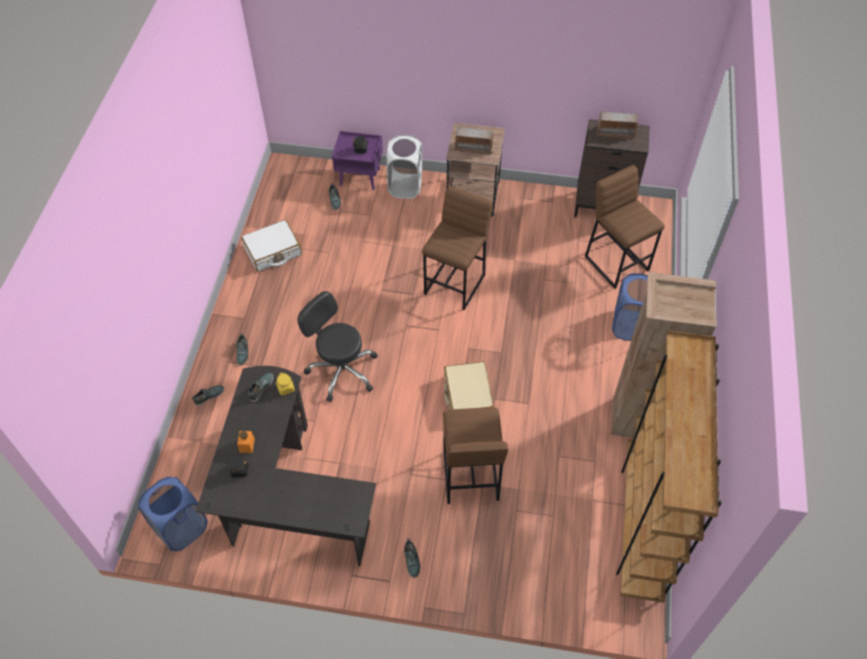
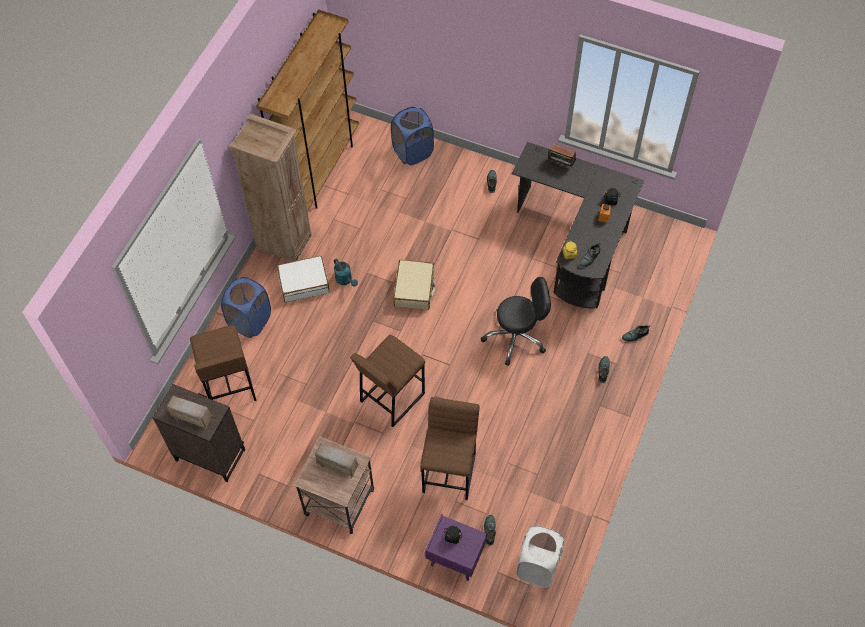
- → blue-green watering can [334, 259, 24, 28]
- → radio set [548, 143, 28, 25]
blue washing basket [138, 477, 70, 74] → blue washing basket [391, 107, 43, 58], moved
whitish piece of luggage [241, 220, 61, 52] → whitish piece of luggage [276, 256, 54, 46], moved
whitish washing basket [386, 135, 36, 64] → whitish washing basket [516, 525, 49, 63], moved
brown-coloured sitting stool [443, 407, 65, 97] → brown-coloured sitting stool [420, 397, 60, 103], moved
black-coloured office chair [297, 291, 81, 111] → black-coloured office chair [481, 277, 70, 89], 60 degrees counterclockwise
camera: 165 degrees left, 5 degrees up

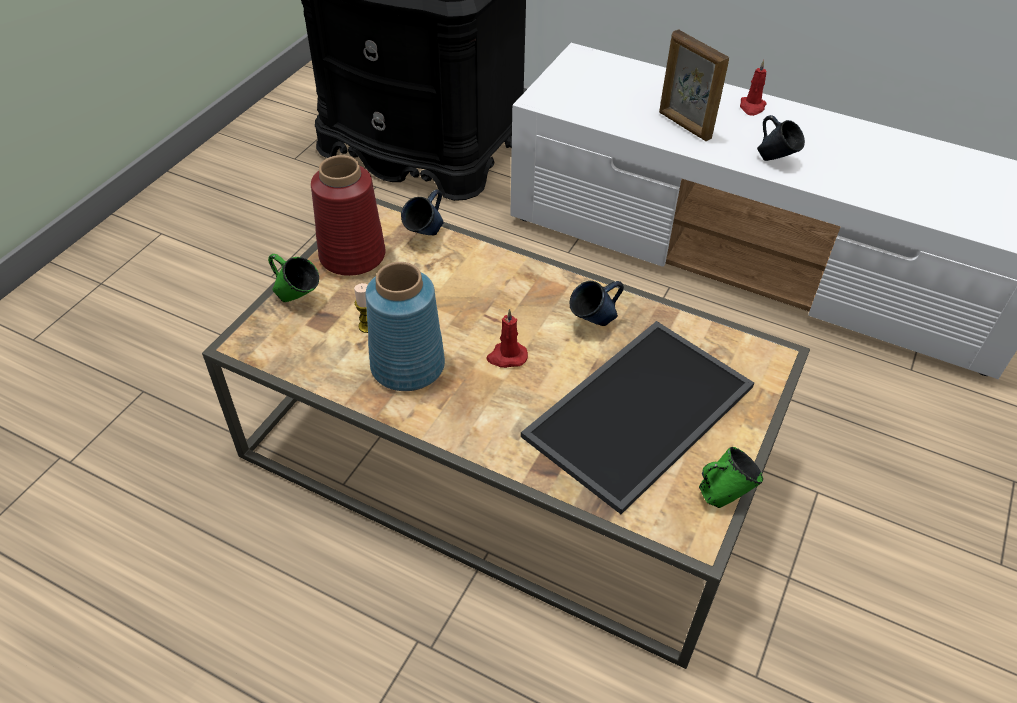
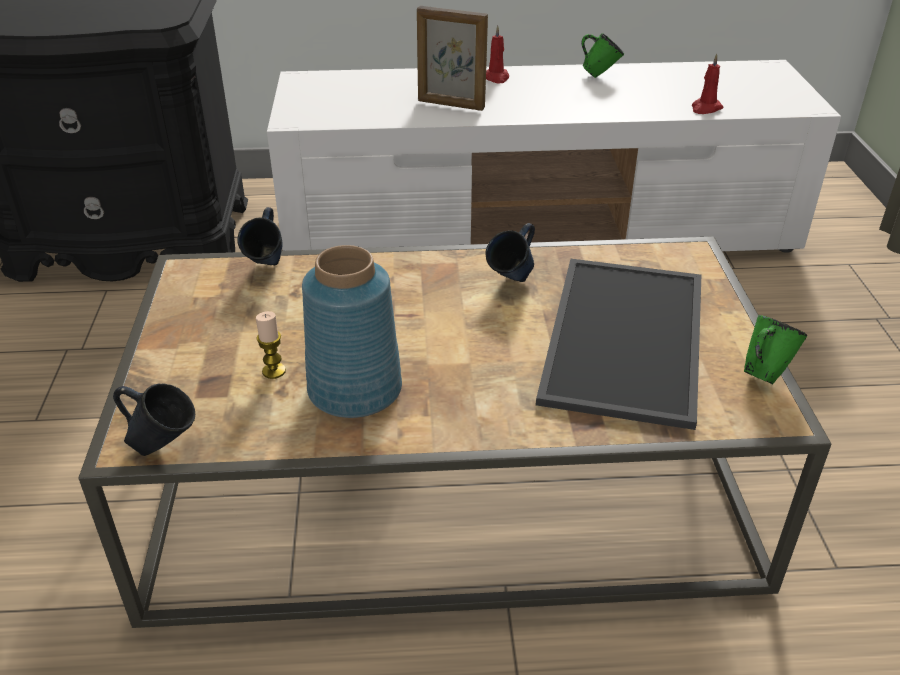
red decorative vase [311, 155, 75, 121] → -
greenish coffee mug [268, 254, 51, 48] → greenish coffee mug [581, 33, 43, 45], moved
red wax light [487, 309, 41, 59] → red wax light [692, 53, 32, 61], moved
blue coffee mug [757, 115, 48, 46] → blue coffee mug [113, 384, 82, 72], moved
camera: 30 degrees left, 10 degrees down

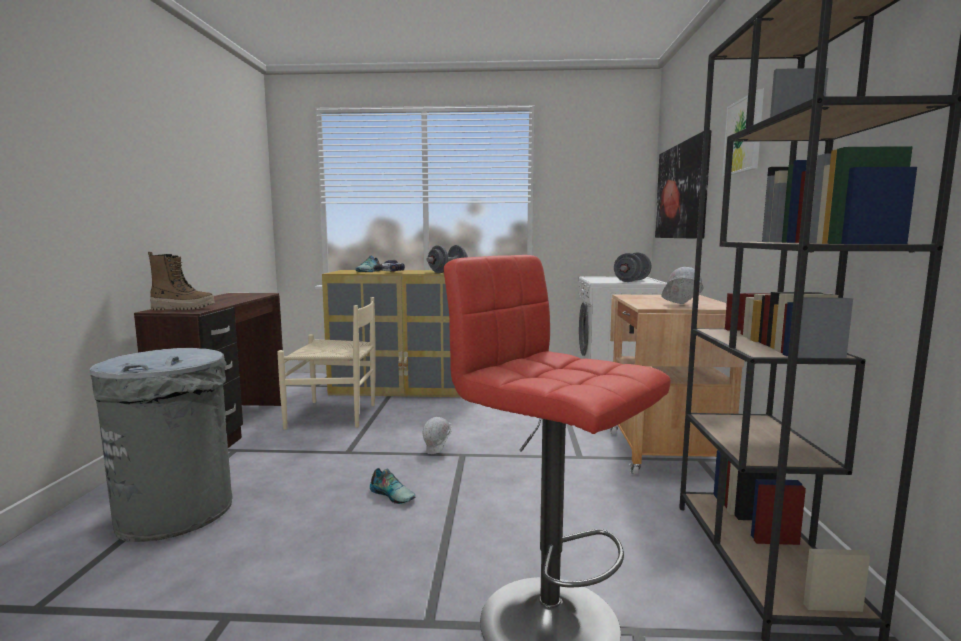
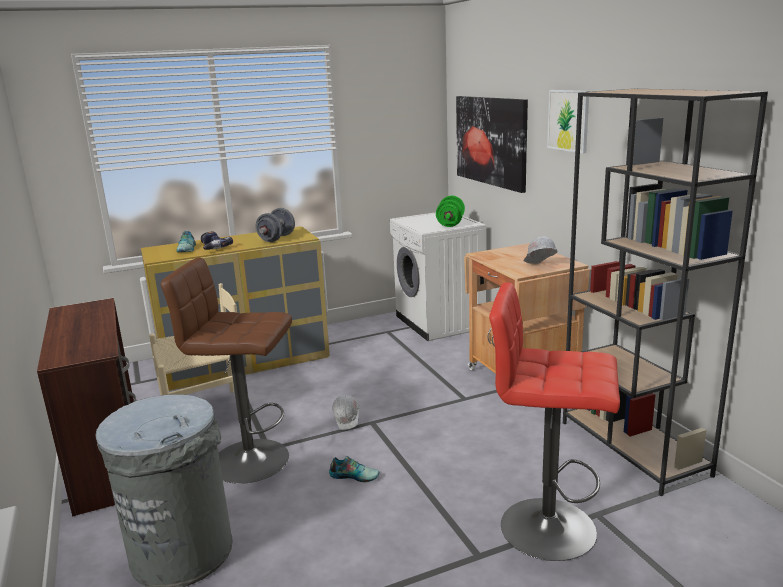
high-top boot [148, 252, 67, 58] → -
- → brown-coloured sitting stool [161, 258, 131, 226]
greyish free weight [614, 252, 38, 30] → greenish free weight [436, 195, 29, 32]
camera: 25 degrees left, 10 degrees up

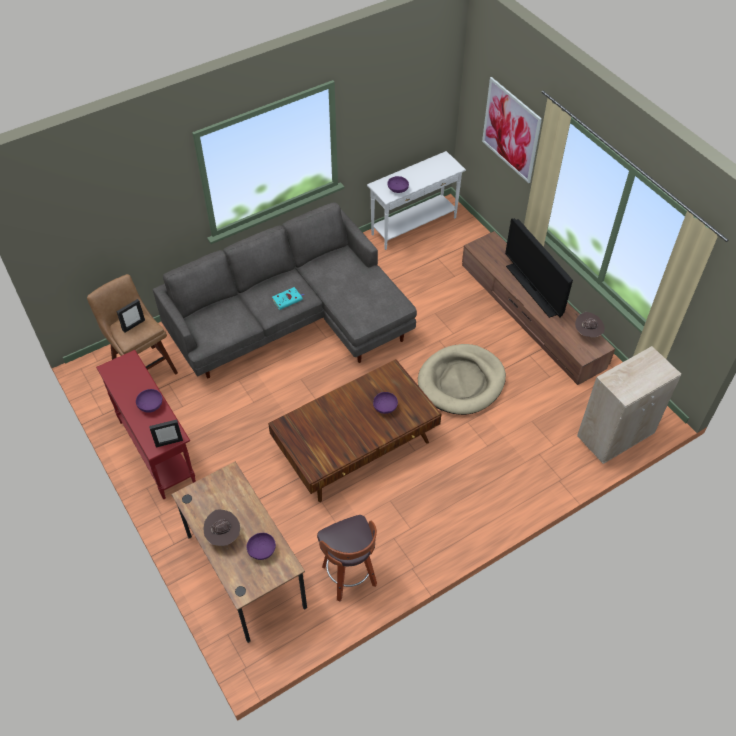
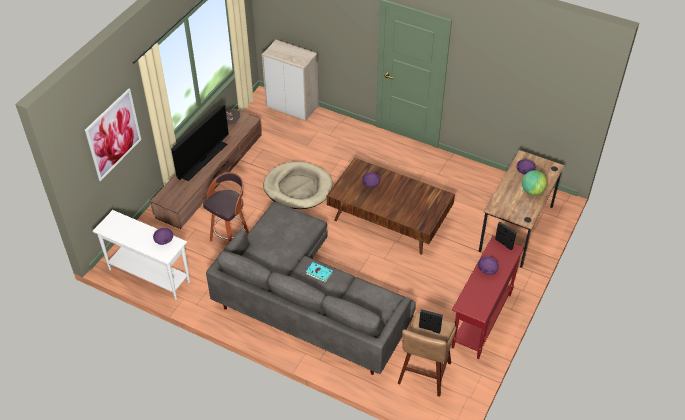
sitting stool [317, 515, 60, 87] → sitting stool [203, 172, 46, 72], moved
brown-coloured wearable hat [203, 510, 37, 36] → desk globe [522, 170, 25, 25]
camera: 120 degrees left, 5 degrees down

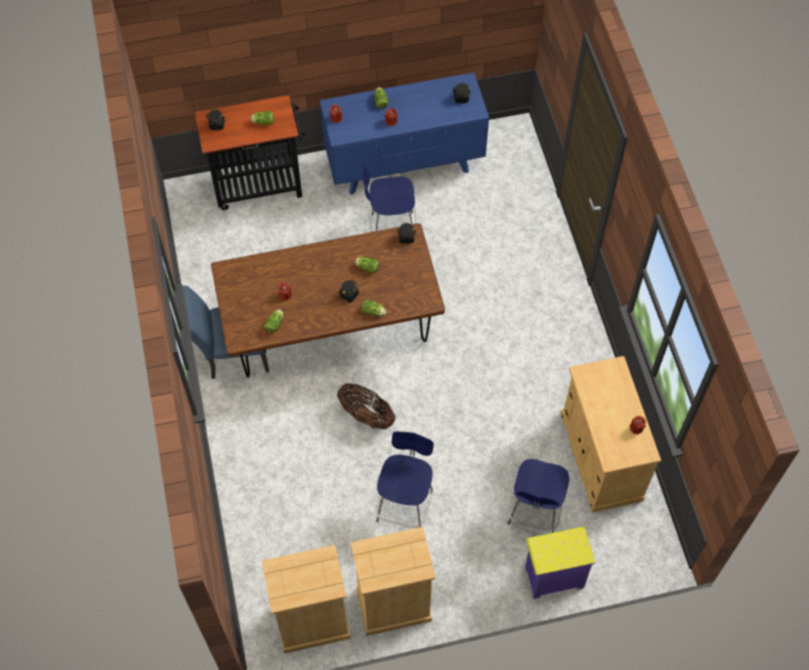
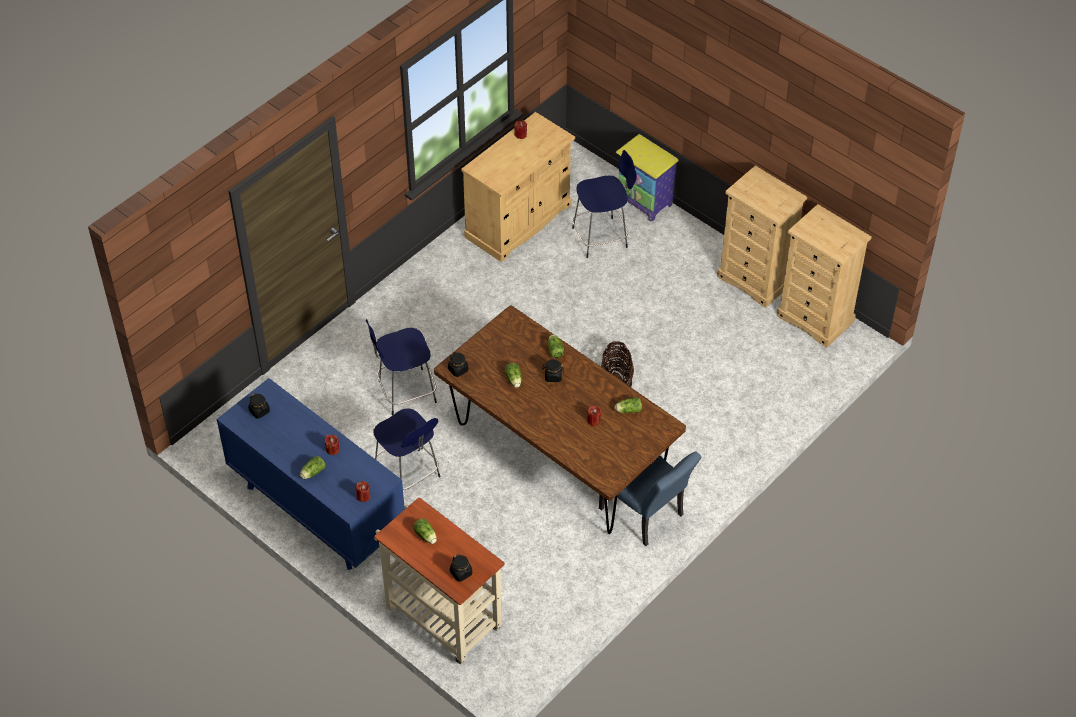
blue sitting stool [376, 431, 58, 97] → blue sitting stool [366, 319, 71, 96], moved
black-coloured cart [195, 95, 110, 115] → sand-coloured cart [374, 498, 131, 166]
camera: 125 degrees left, 10 degrees down

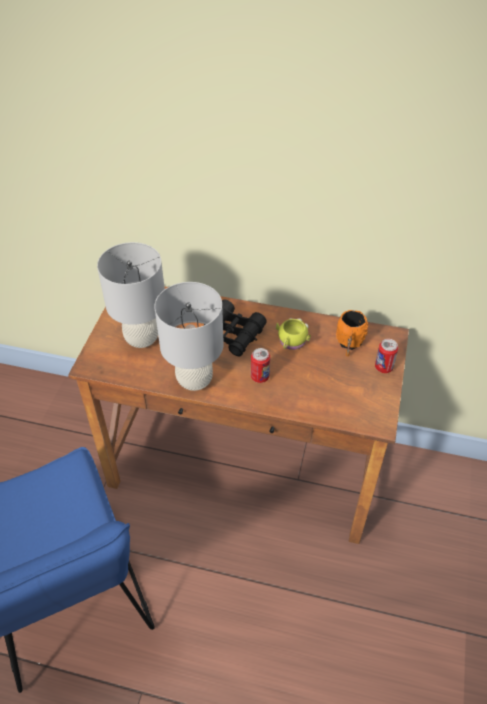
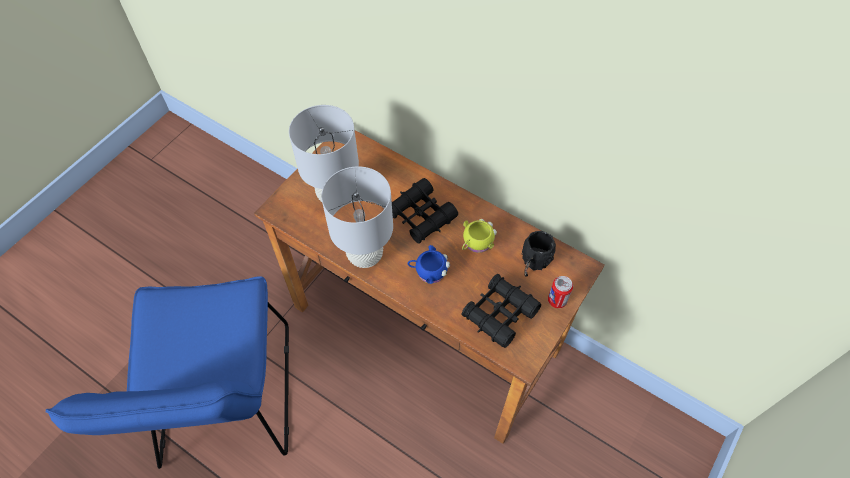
- → black-coloured field glasses [461, 274, 80, 74]
can [251, 348, 19, 35] → blue coffee mug [408, 245, 42, 39]
orangey coffee mug [336, 310, 32, 47] → black-coloured coffee mug [522, 231, 34, 46]
camera: 20 degrees right, 10 degrees up

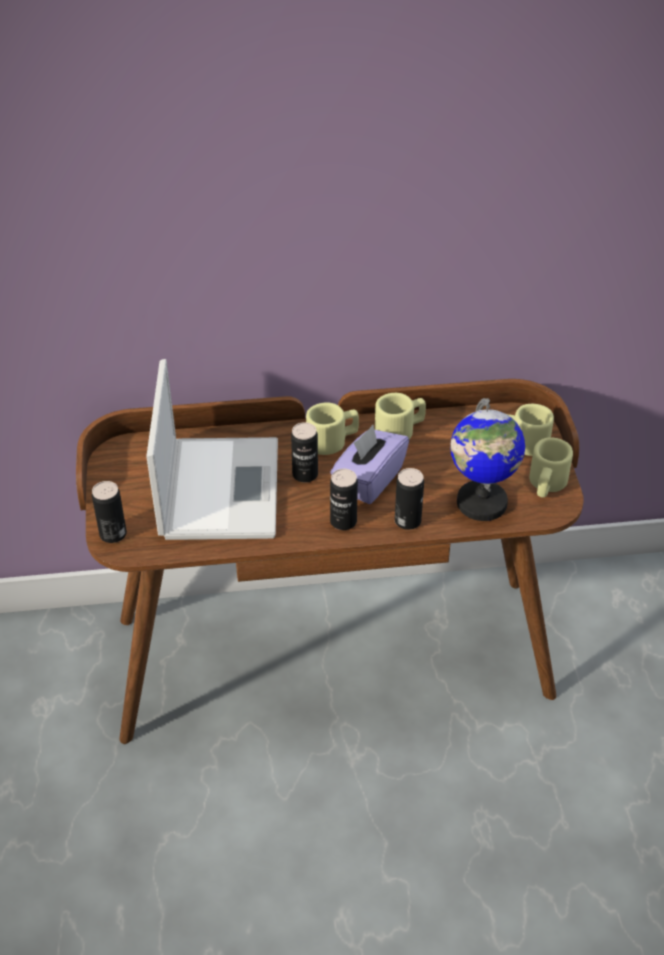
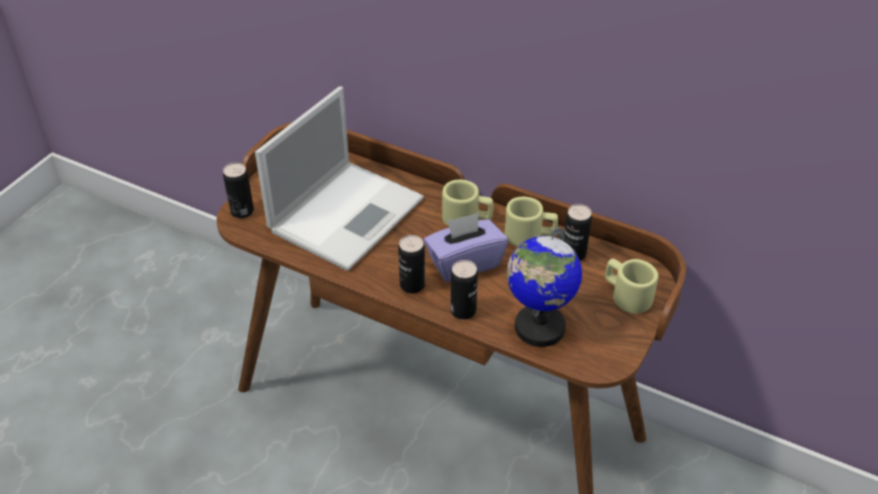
sand-coloured coffee mug [529, 437, 44, 60] → -
can [291, 422, 27, 60] → can [564, 204, 28, 57], moved
camera: 35 degrees right, 0 degrees up

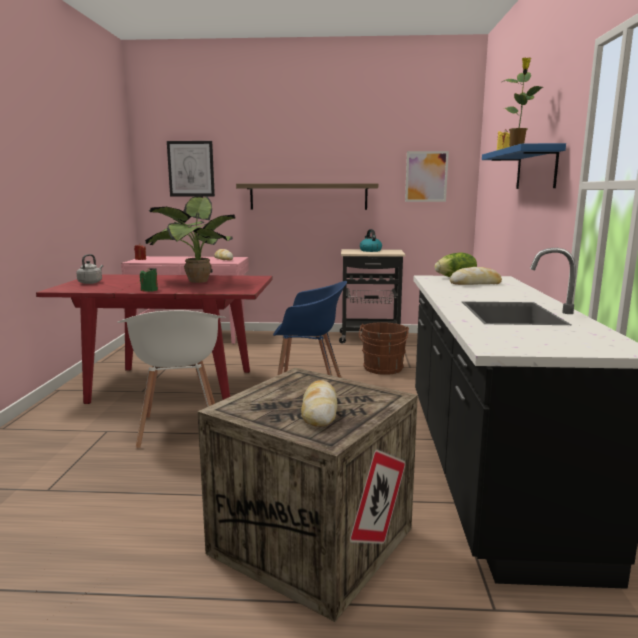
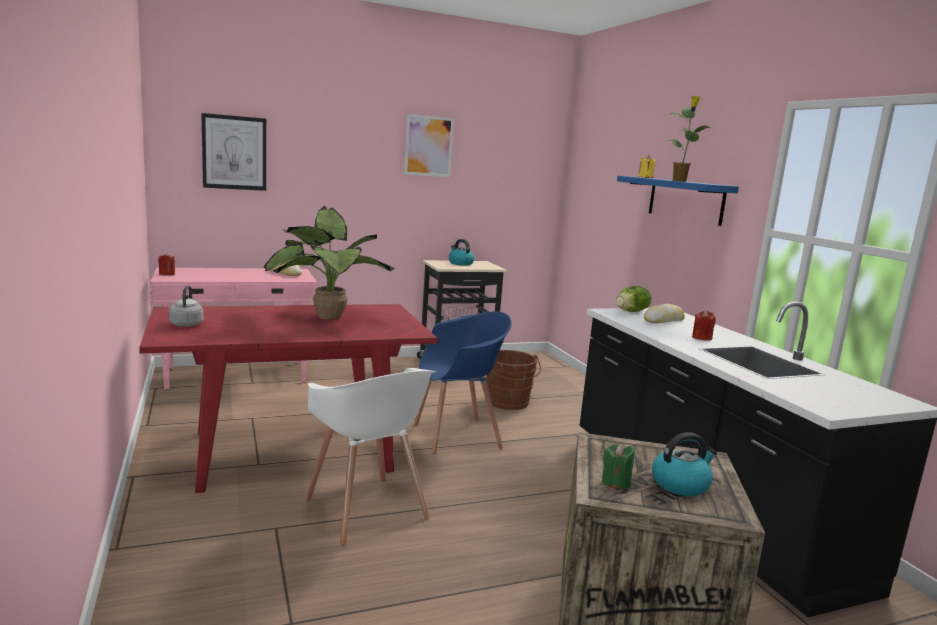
shelf [236, 183, 142, 27] → -
- → red wax light [692, 310, 24, 31]
greenish wax light [140, 268, 18, 24] → greenish wax light [602, 443, 32, 46], moved
picture [405, 151, 44, 51] → picture [404, 114, 50, 63], moved
bakery bread [301, 380, 36, 47] → tea kettle [652, 432, 65, 64]
camera: 25 degrees left, 0 degrees up

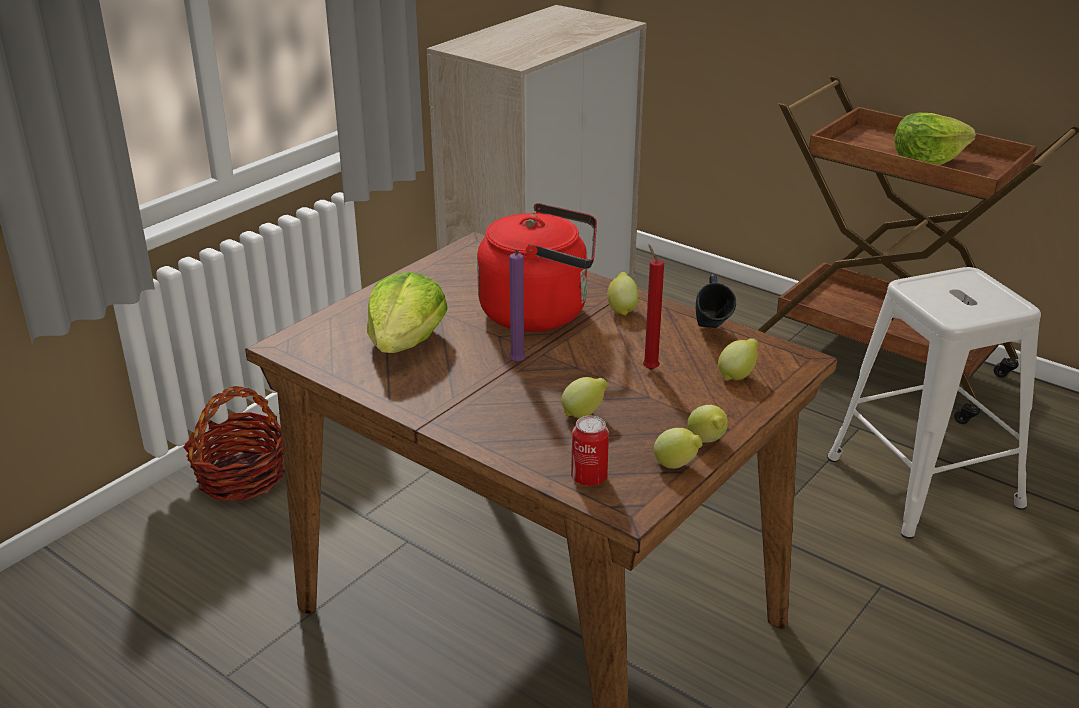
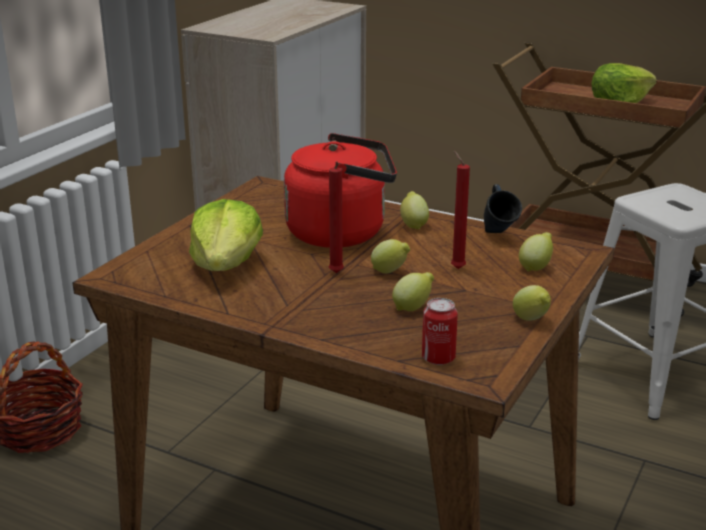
lemon [654, 428, 49, 41] → lemon [371, 239, 39, 34], moved
purple wax light [509, 249, 17, 114] → red wax light [329, 161, 15, 112]
camera: 10 degrees left, 5 degrees down

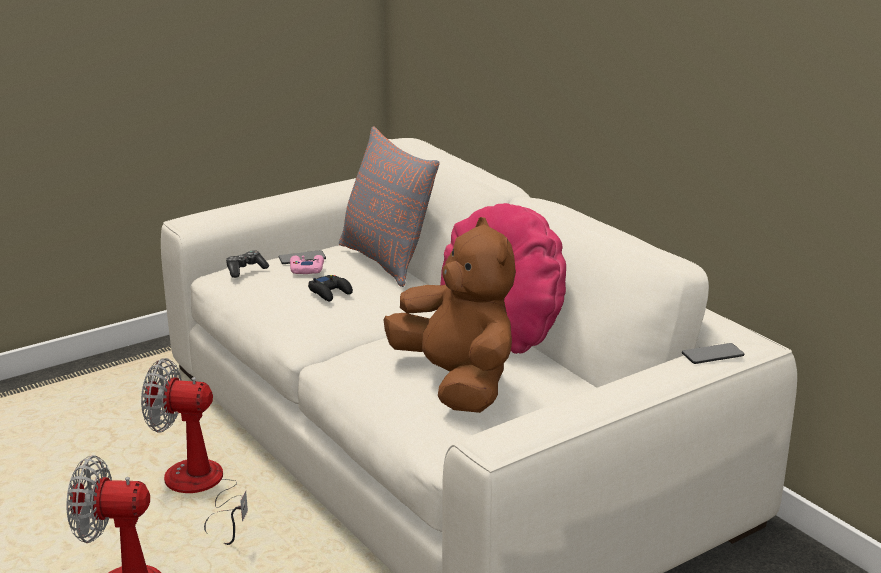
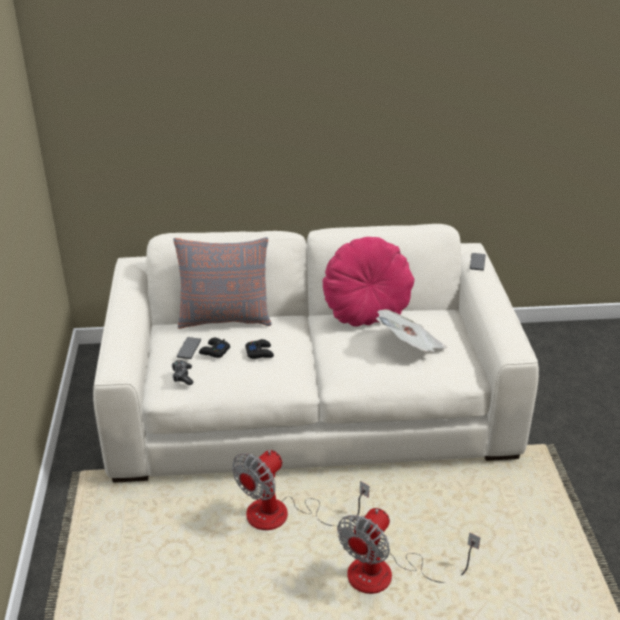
brown-coloured soft toy [383, 217, 133, 196] → daily paper [376, 309, 71, 43]
pink-coloured joypad [290, 255, 34, 19] → black-coloured joypad [199, 338, 31, 20]
camera: 60 degrees left, 10 degrees up

